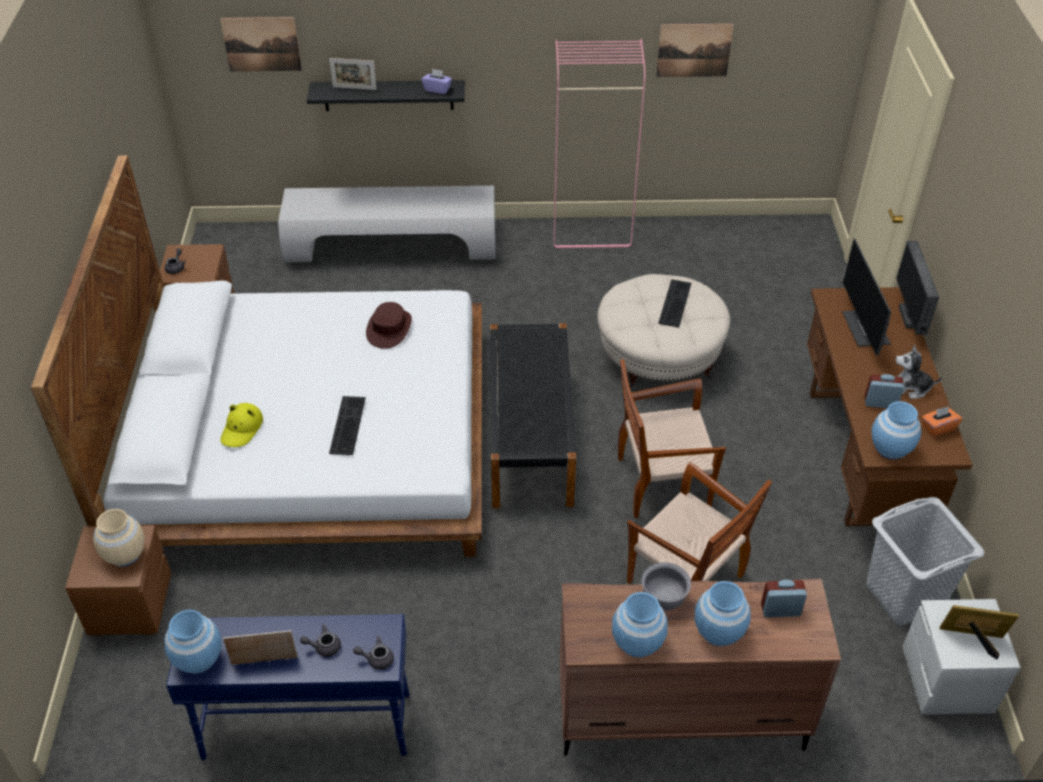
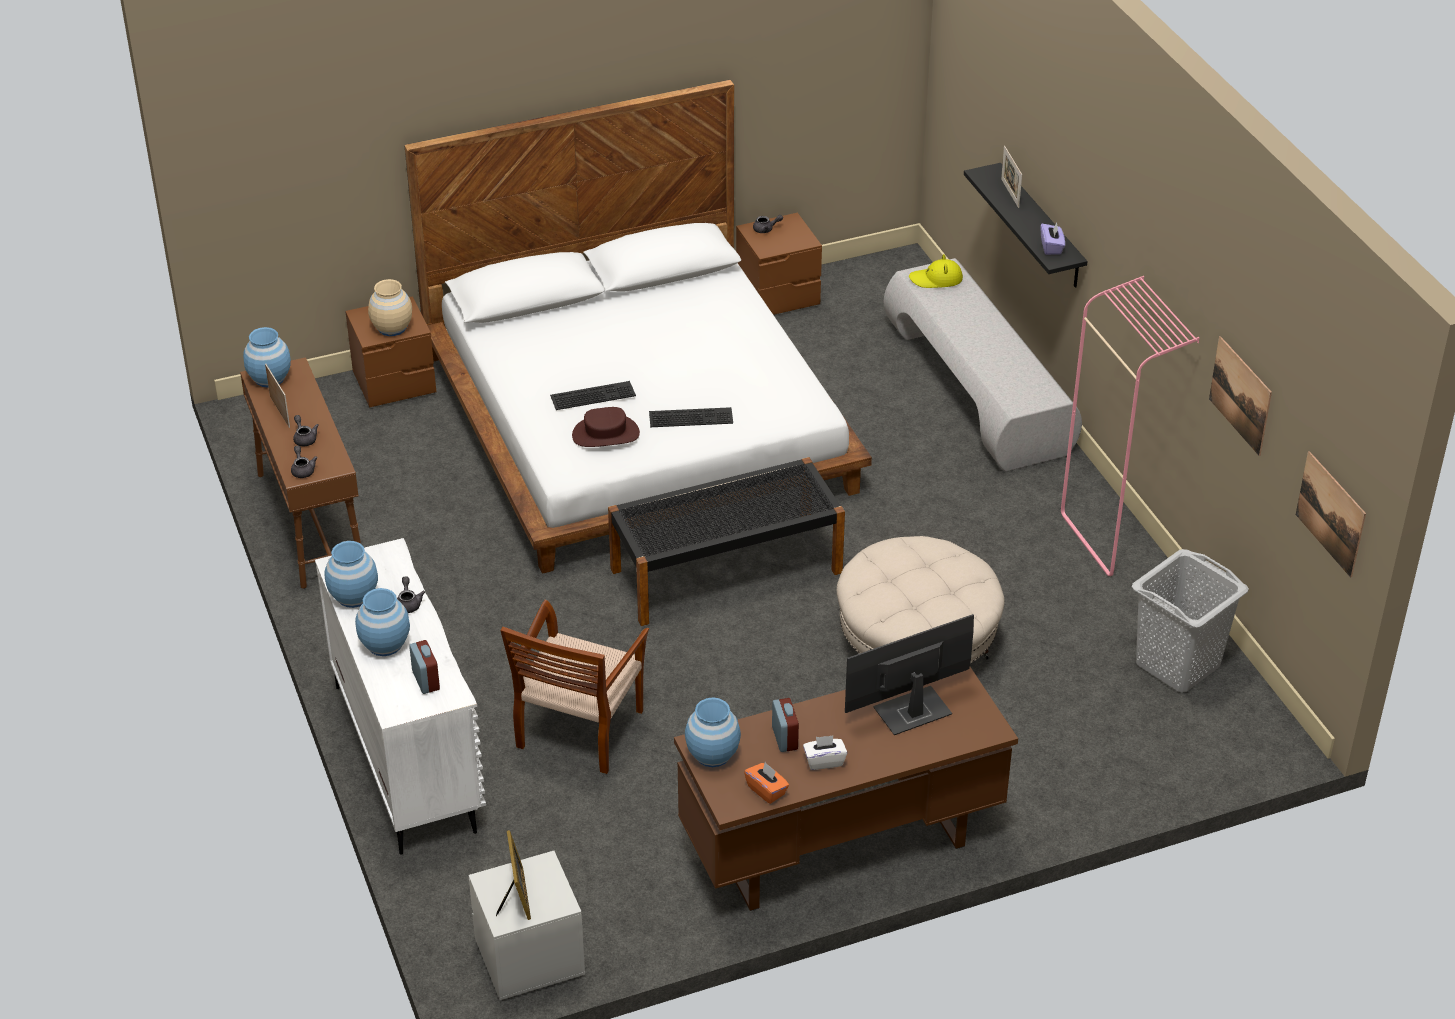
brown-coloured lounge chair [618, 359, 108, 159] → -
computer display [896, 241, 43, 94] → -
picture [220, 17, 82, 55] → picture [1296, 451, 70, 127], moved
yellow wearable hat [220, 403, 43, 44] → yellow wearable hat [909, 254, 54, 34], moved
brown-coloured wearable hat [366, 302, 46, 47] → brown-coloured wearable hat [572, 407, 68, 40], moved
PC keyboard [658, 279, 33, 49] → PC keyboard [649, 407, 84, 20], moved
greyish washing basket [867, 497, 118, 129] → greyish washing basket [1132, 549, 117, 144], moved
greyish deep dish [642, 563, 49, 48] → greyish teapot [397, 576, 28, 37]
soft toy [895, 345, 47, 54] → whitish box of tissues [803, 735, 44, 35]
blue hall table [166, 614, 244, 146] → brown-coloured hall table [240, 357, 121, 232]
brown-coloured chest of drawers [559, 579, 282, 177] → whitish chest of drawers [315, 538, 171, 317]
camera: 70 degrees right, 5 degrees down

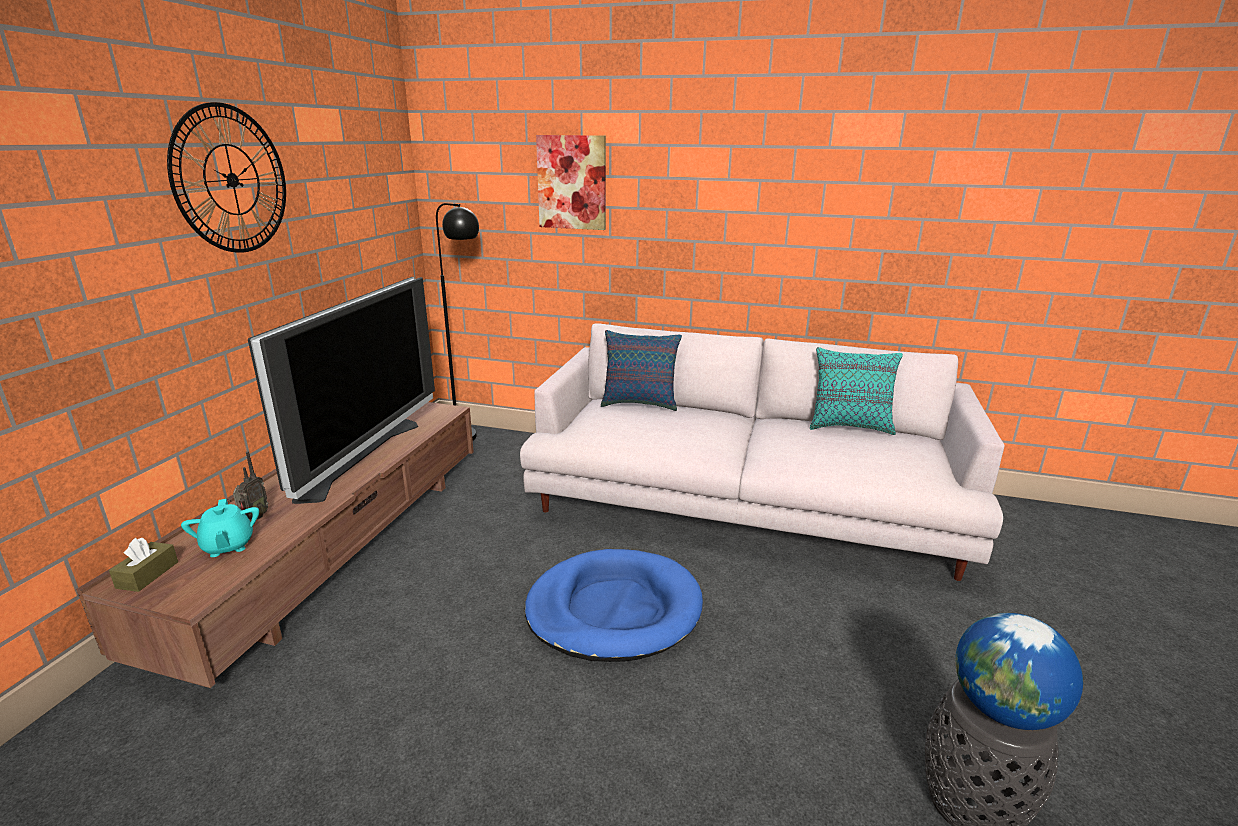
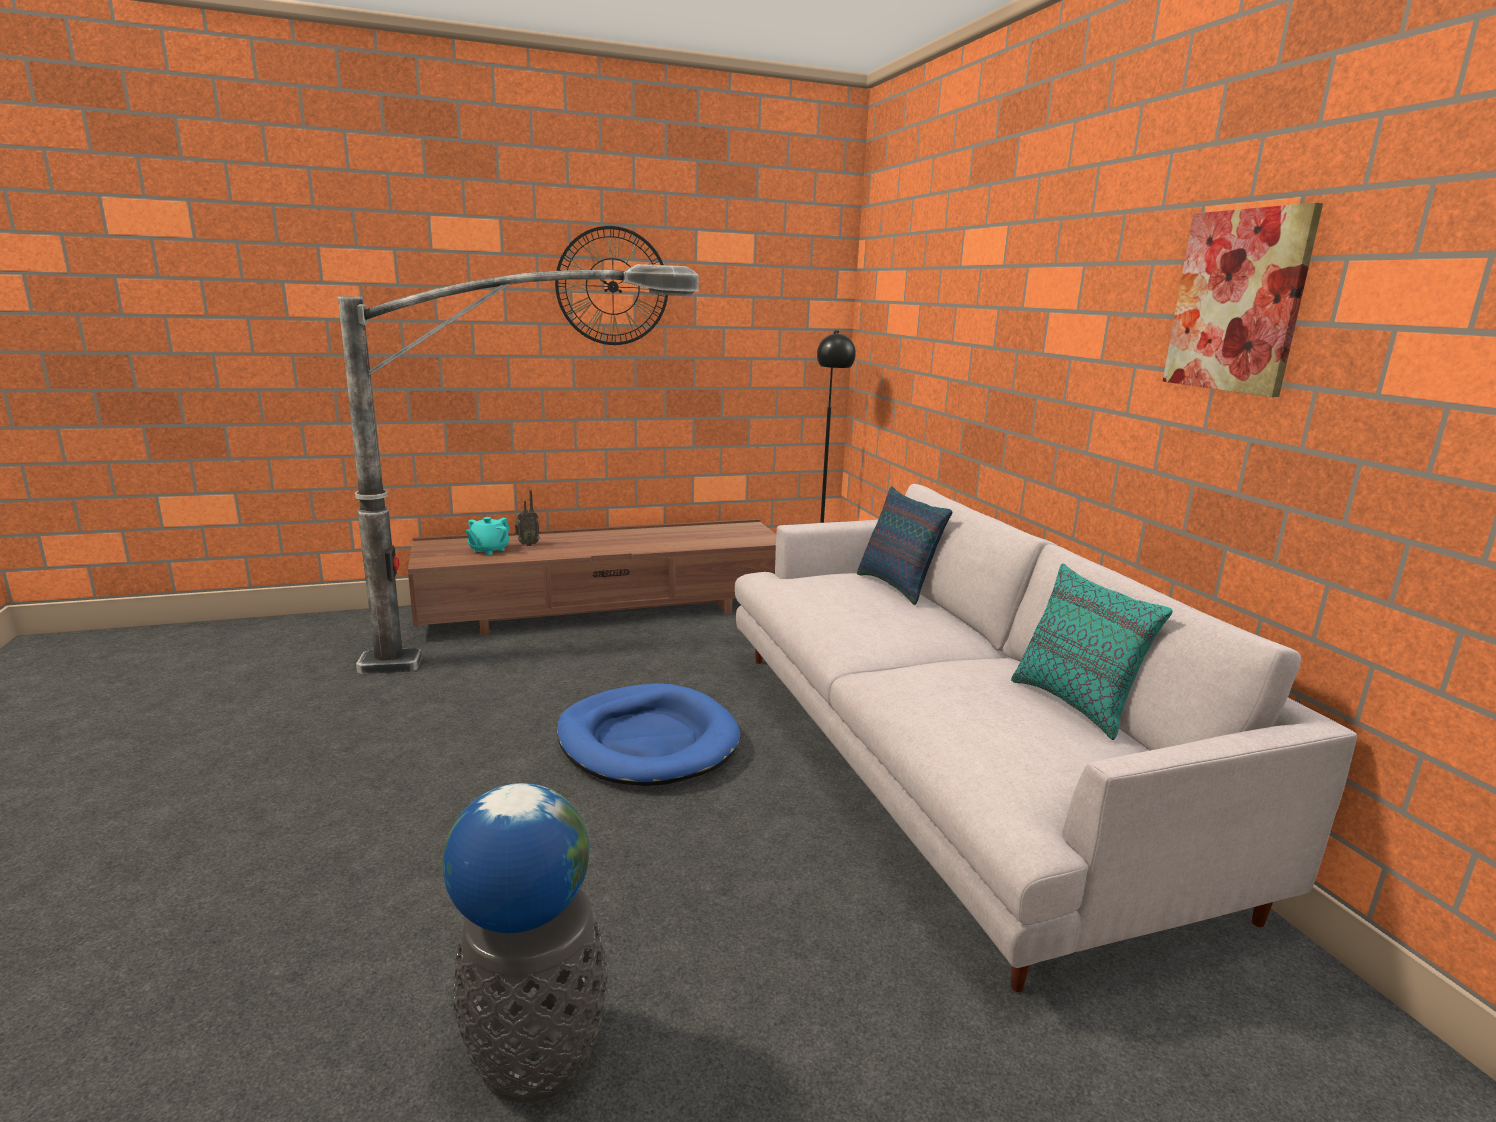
brown-coloured box of tissues [109, 538, 69, 54] → -
television [248, 277, 187, 227] → -
- → standing lamp [338, 264, 361, 410]
picture [536, 135, 70, 95] → picture [1163, 202, 160, 195], moved
camera: 55 degrees right, 5 degrees down

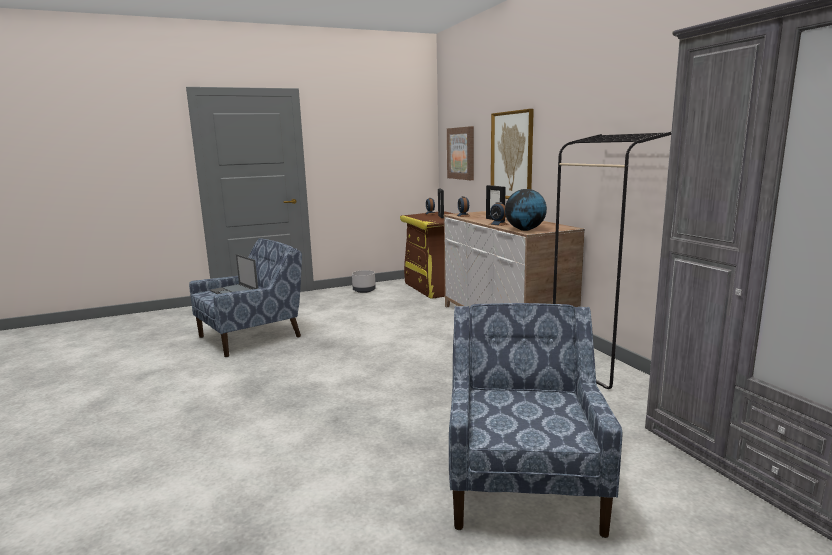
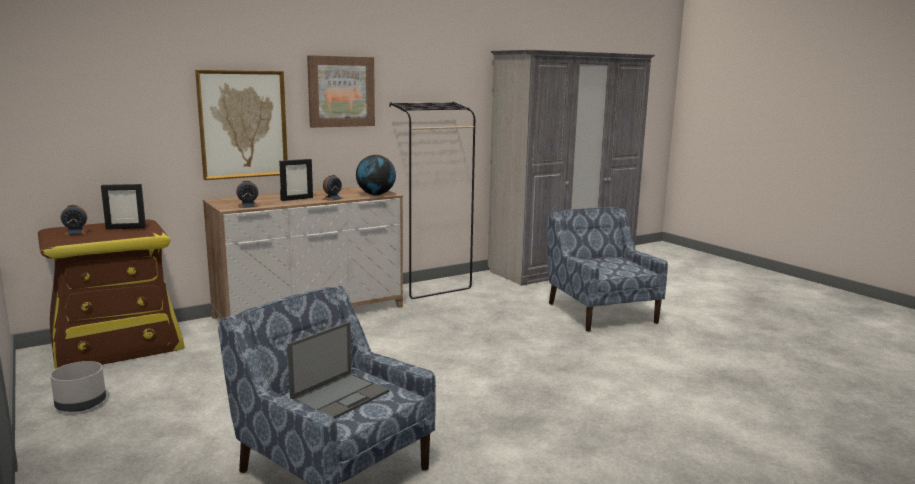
picture [447, 126, 27, 54] → picture [307, 55, 68, 73], moved
blue lounge chair [449, 303, 173, 235] → blue lounge chair [548, 207, 120, 125], 75 degrees clockwise
camera: 100 degrees left, 0 degrees up

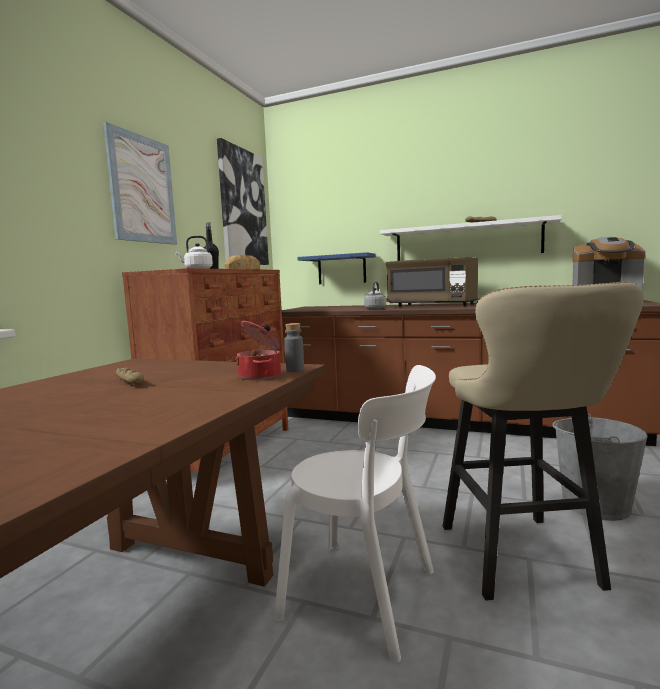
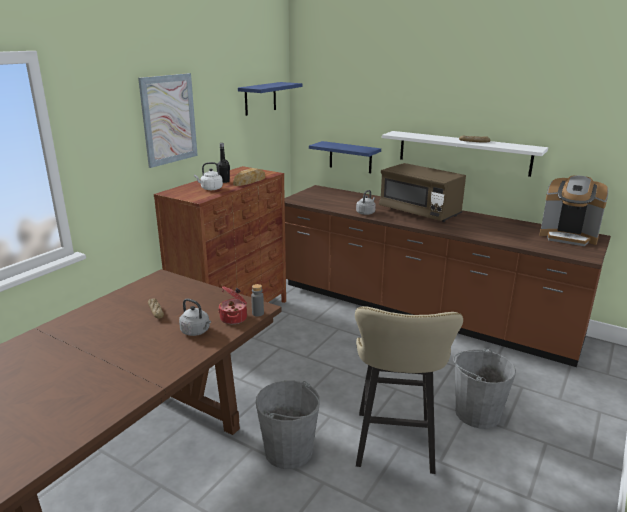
- → greyish tea kettle [179, 299, 32, 37]
picture [217, 138, 52, 127] → blue shelf [238, 82, 64, 34]
whitish plain chair [274, 365, 162, 298] → greyish pail [256, 381, 64, 88]
camera: 10 degrees right, 15 degrees up

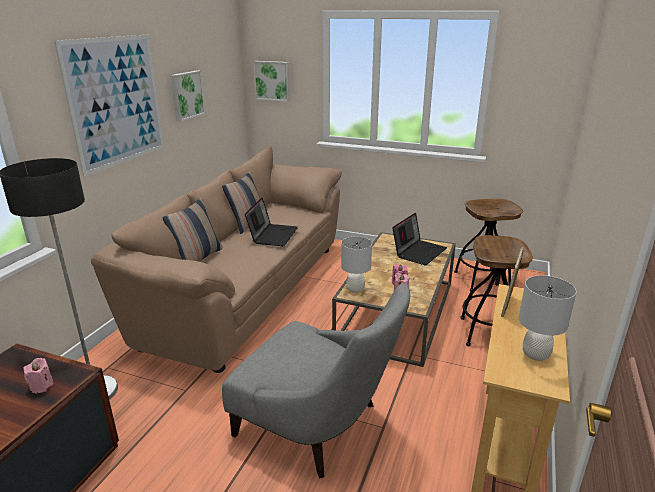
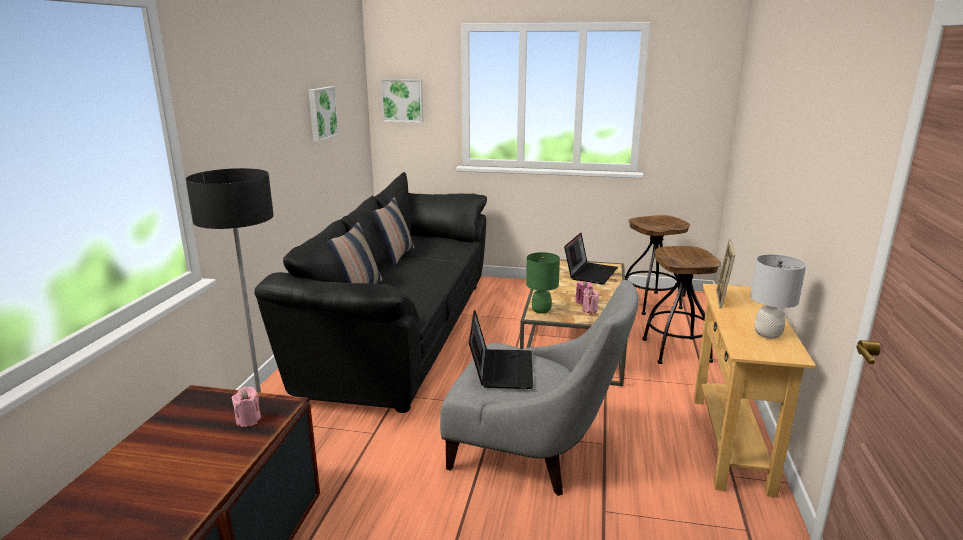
picture [54, 35, 110, 141] → -
portable computer [245, 198, 53, 48] → portable computer [469, 310, 64, 79], moved
sand-coloured sofa [91, 146, 251, 227] → black-coloured sofa [255, 172, 232, 241]
greyish lamp for a table [341, 237, 31, 56] → greenish lamp for a table [526, 252, 34, 62]
camera: 10 degrees left, 5 degrees down

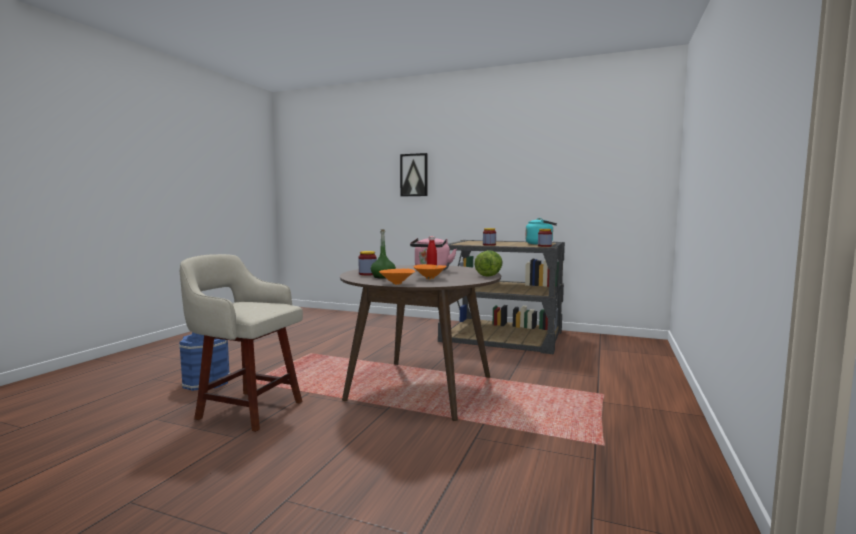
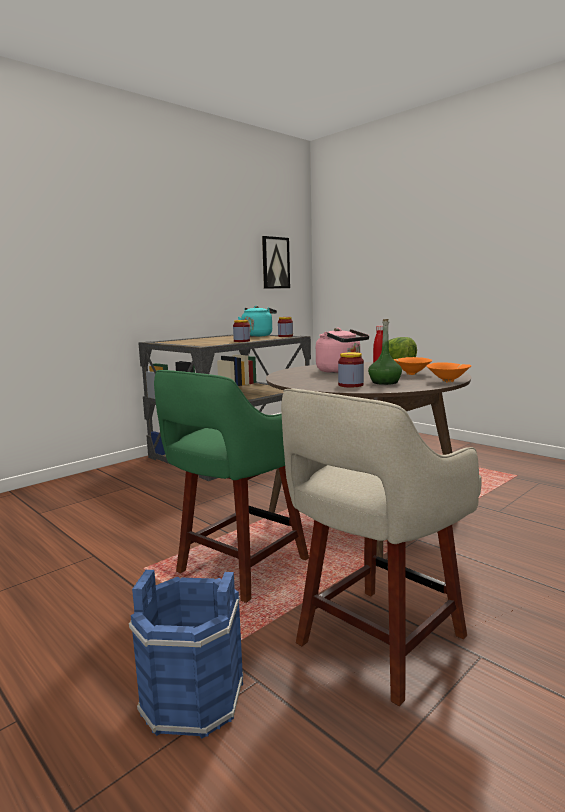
- → greenish sitting stool [154, 370, 155, 233]
picture [400, 153, 28, 43] → picture [262, 236, 28, 53], moved
camera: 65 degrees left, 5 degrees up

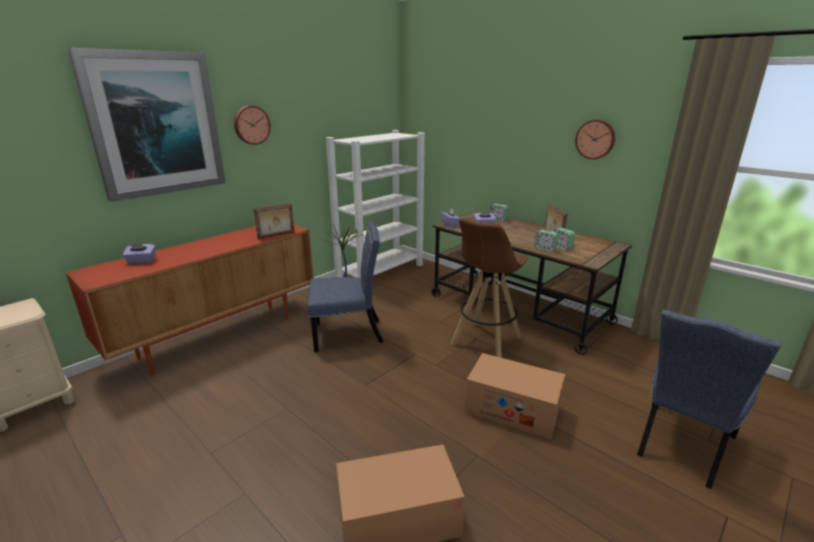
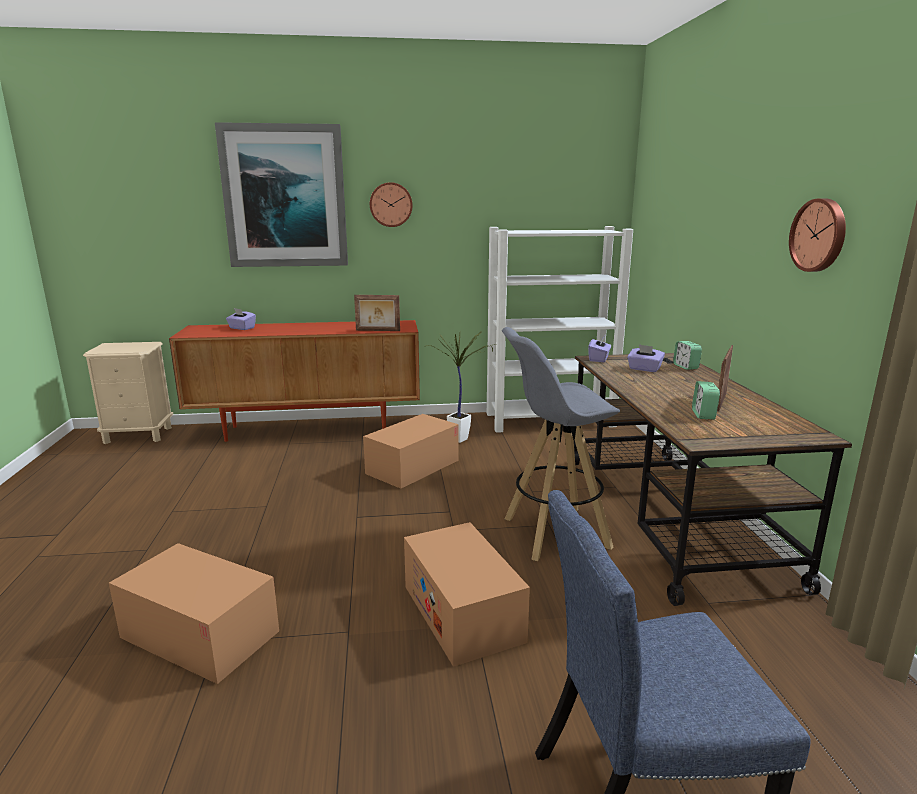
bedside clock [535, 230, 23, 21] → -
blue plain chair [308, 221, 76, 131] → packing box [363, 414, 96, 75]
brown-coloured sitting stool [450, 218, 77, 140] → greyish sitting stool [502, 327, 118, 234]
camera: 40 degrees right, 5 degrees down

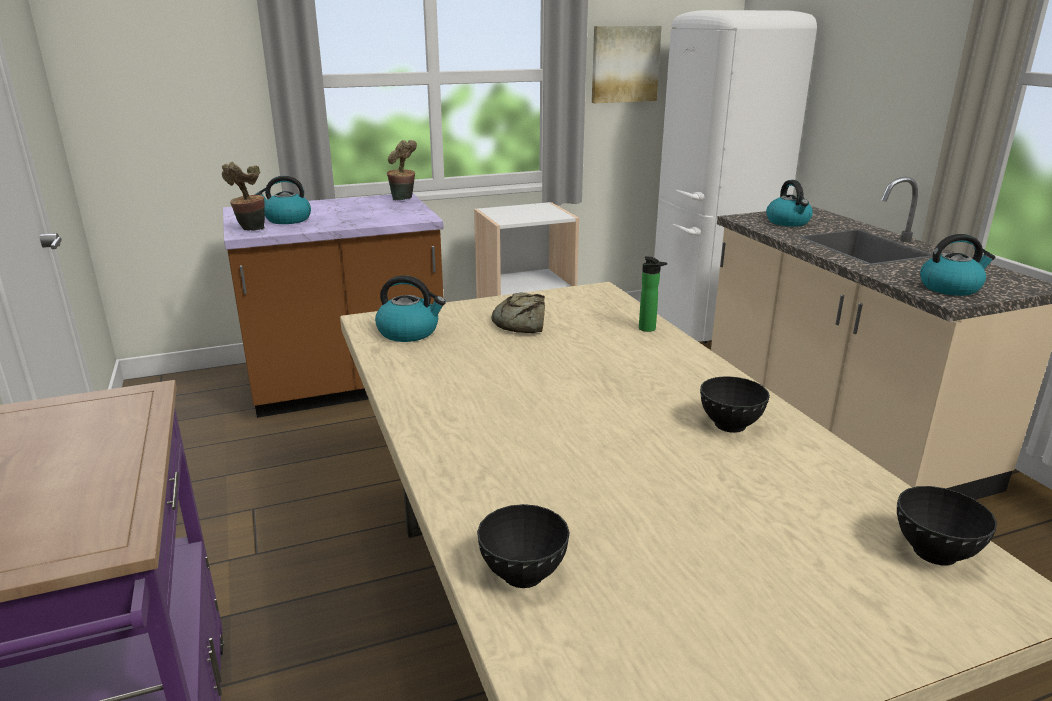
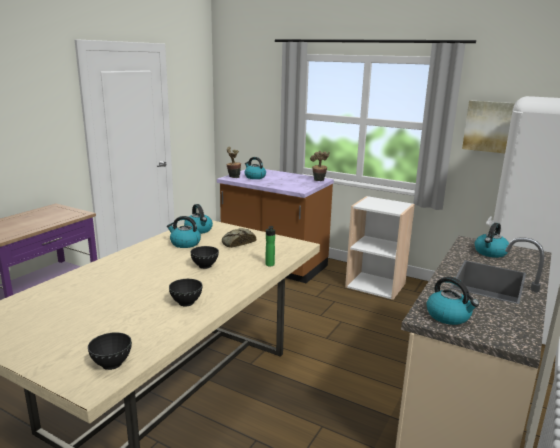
- → tea kettle [167, 216, 34, 32]
black-coloured deep dish [477, 504, 92, 84] → black-coloured deep dish [190, 246, 29, 23], moved
camera: 50 degrees right, 5 degrees down

